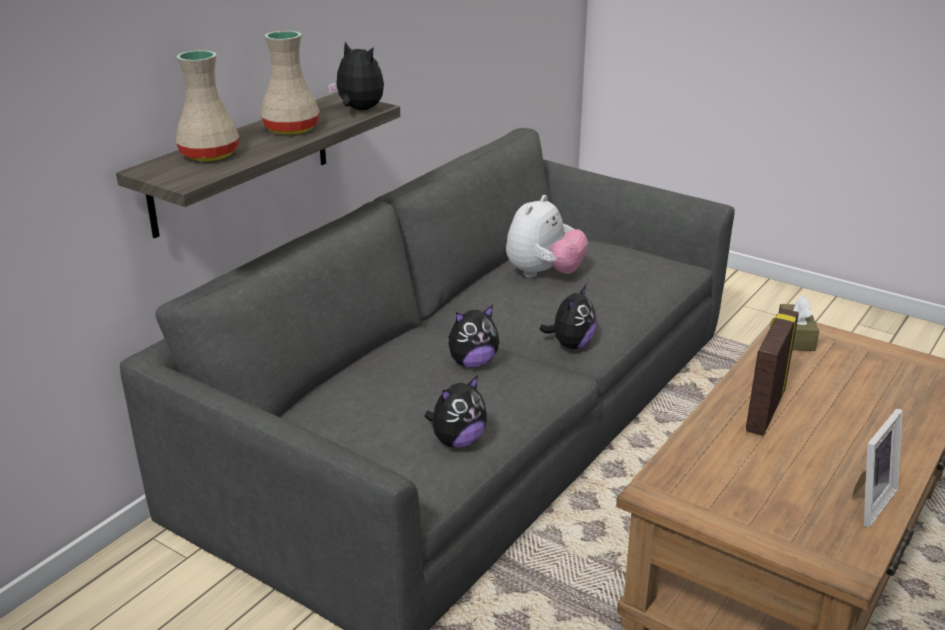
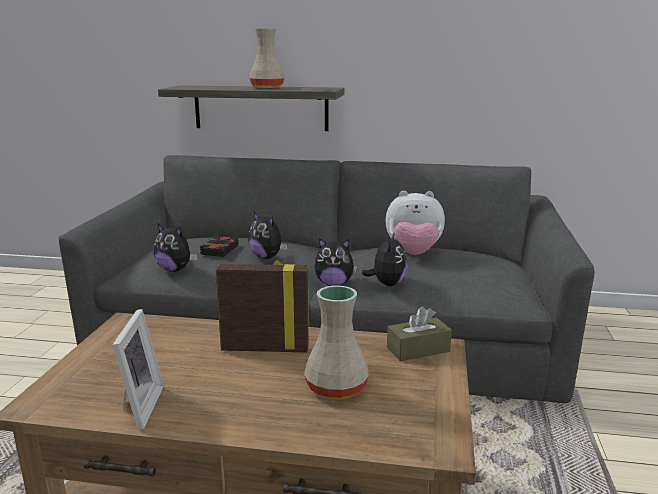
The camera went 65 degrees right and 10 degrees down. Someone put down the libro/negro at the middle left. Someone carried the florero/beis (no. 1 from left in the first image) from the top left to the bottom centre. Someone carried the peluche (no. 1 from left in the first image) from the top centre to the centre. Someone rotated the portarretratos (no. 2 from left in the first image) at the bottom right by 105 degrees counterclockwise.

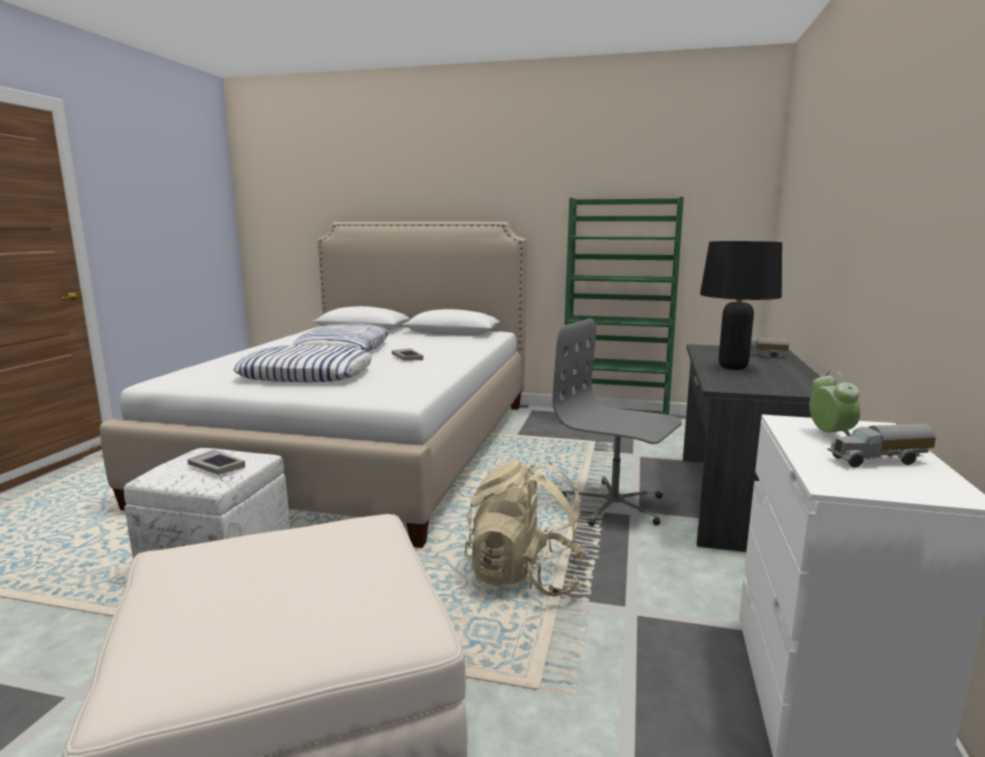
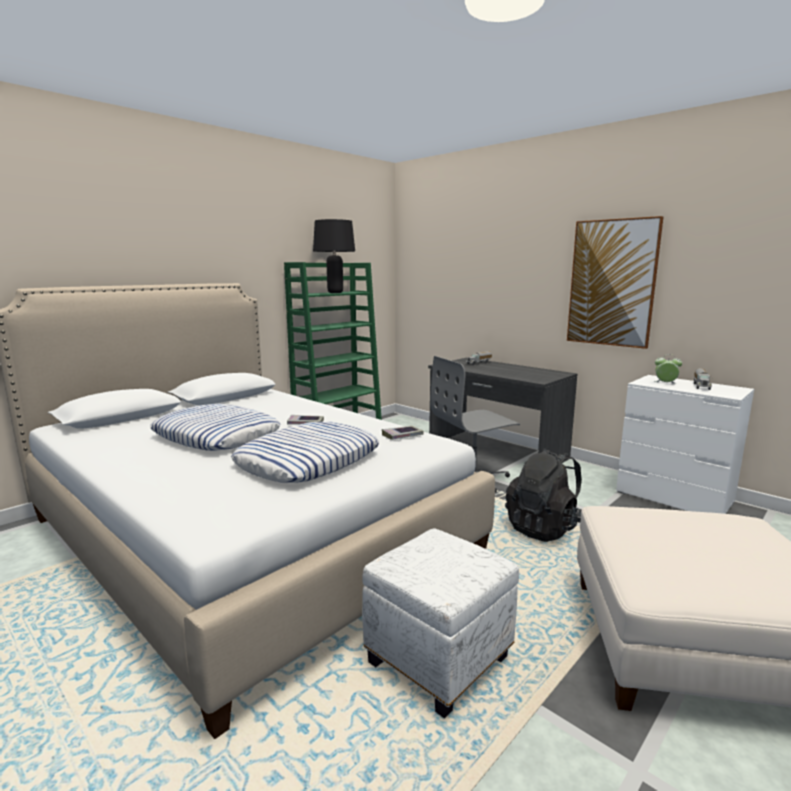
The camera went 60 degrees left and 0 degrees up. Someone put up the cuadro at the middle right. Someone carried the libro (no. 1 from left in the first image) from the middle left to the centre. Someone carried the lámpara de mesa/negro from the middle right to the top centre. Someone repainted the mochila/beis at the bottom centre, which became the mochila/negro at the middle right.

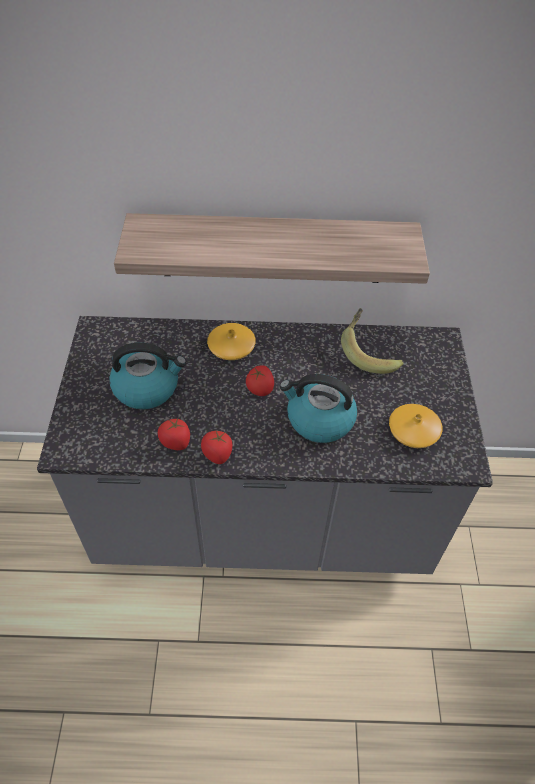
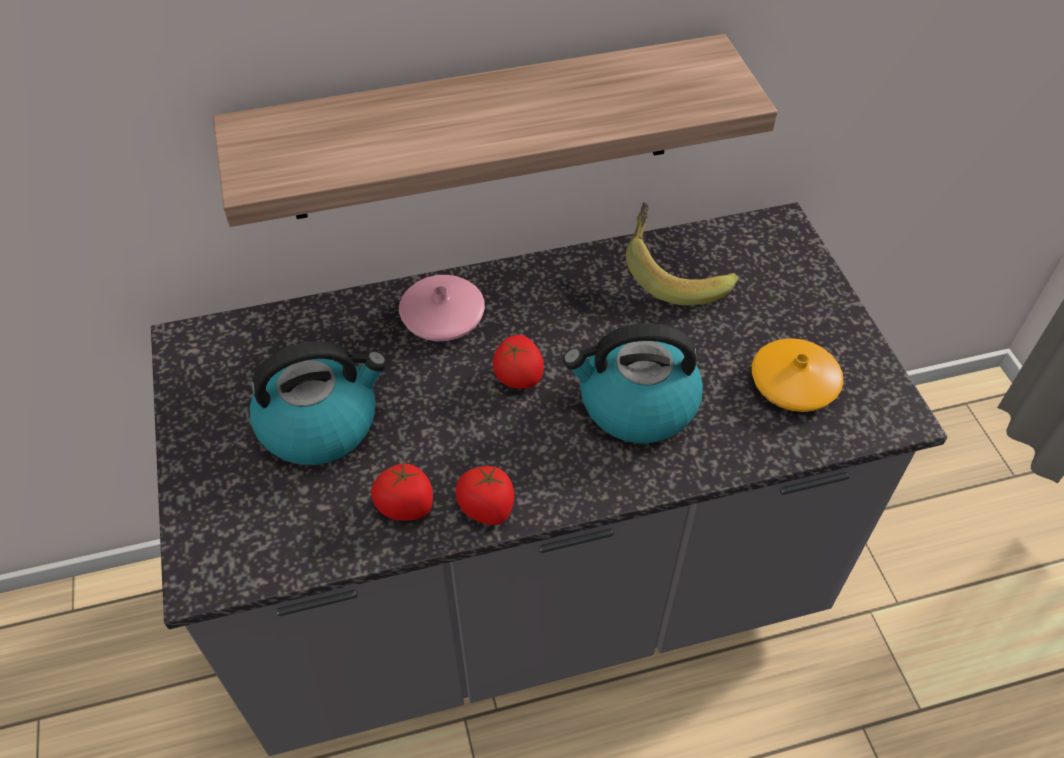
The camera went 15 degrees left and 0 degrees up. Someone repainted the florero/naranja (no. 1 from left) at the centre, which became the florero/rosa at the centre.

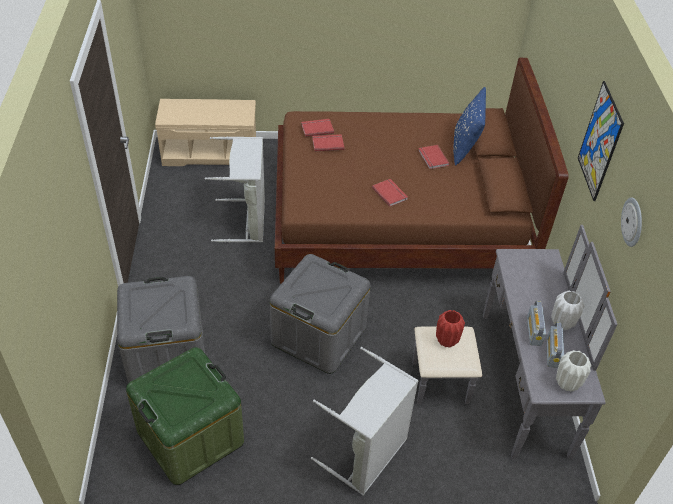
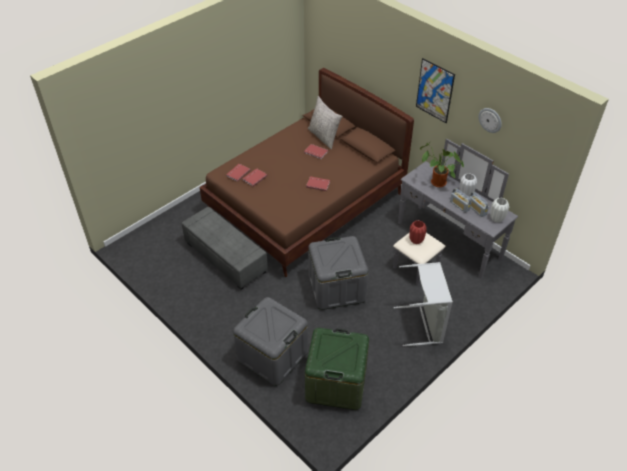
The camera went 40 degrees left and 0 degrees up. Someone took away the banco/beis at the top left. Someone put down the planta en maceta at the middle right. Someone swapped the cesto de la ropa/gris (no. 1 from left) at the centre for the puf/gris at the centre. Someone repainted the cojín/azul at the top right, which became the cojín/gris at the top centre.

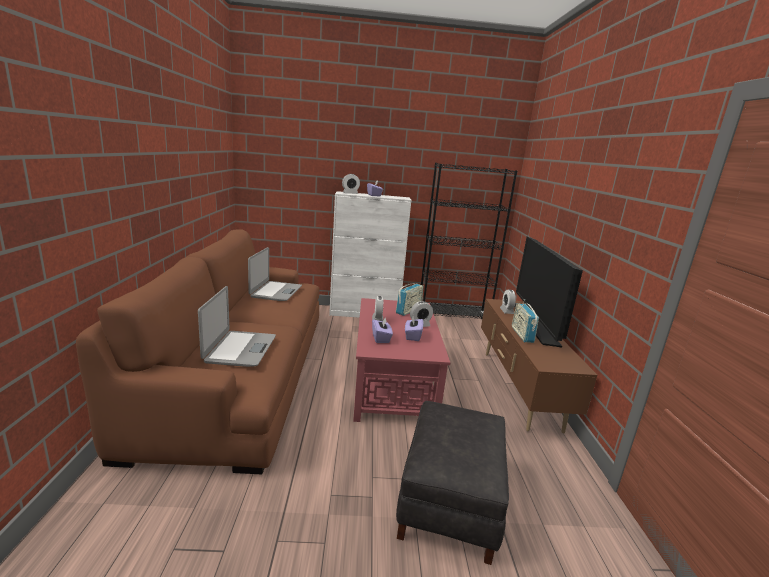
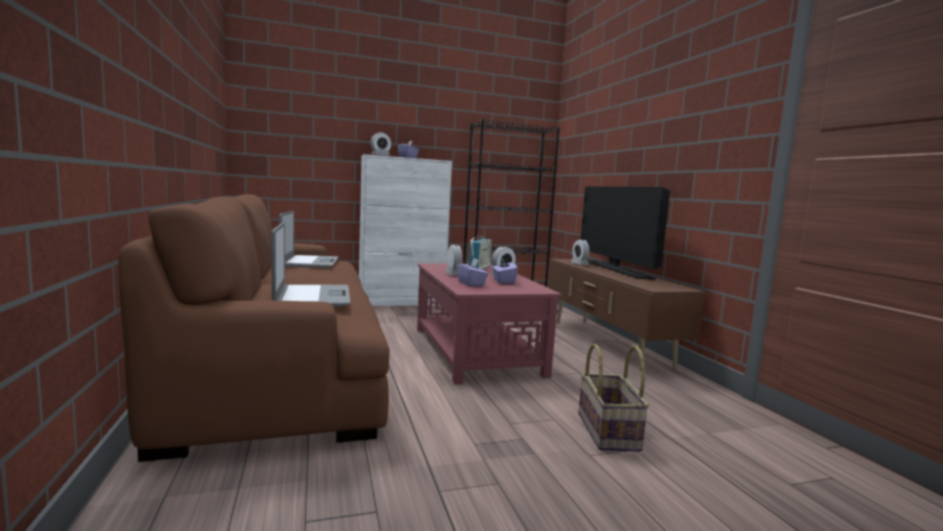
The camera went 15 degrees left and 10 degrees down. Someone took away the radio (no. 2 from left) at the middle right. Someone swapped the puf/negro at the bottom centre for the cesta at the bottom centre.

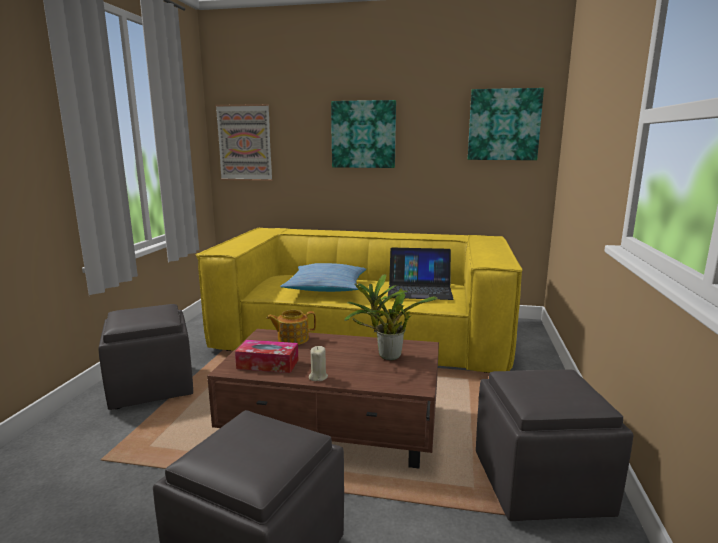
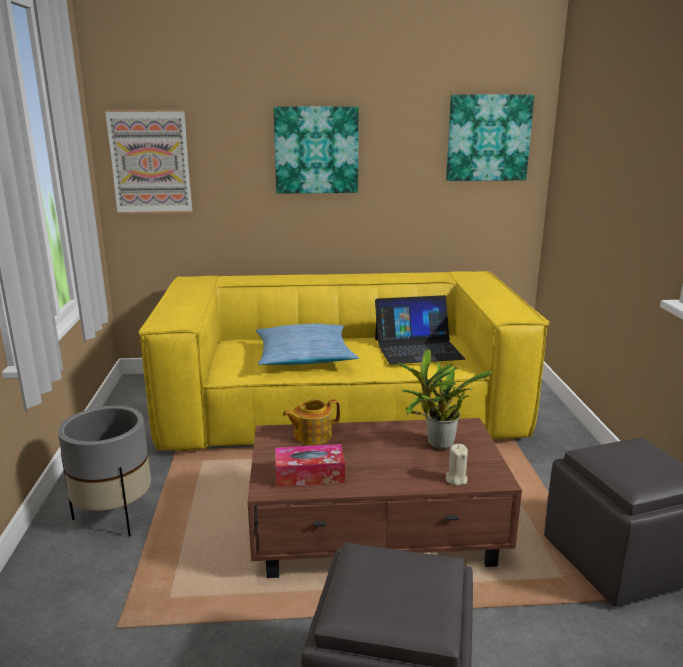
The camera went 15 degrees left and 5 degrees up. Someone carried the vela/beis from the bottom centre to the bottom right. Someone swapped the puf/gris (no. 1 from left) at the middle left for the maceta/gris at the bottom left.

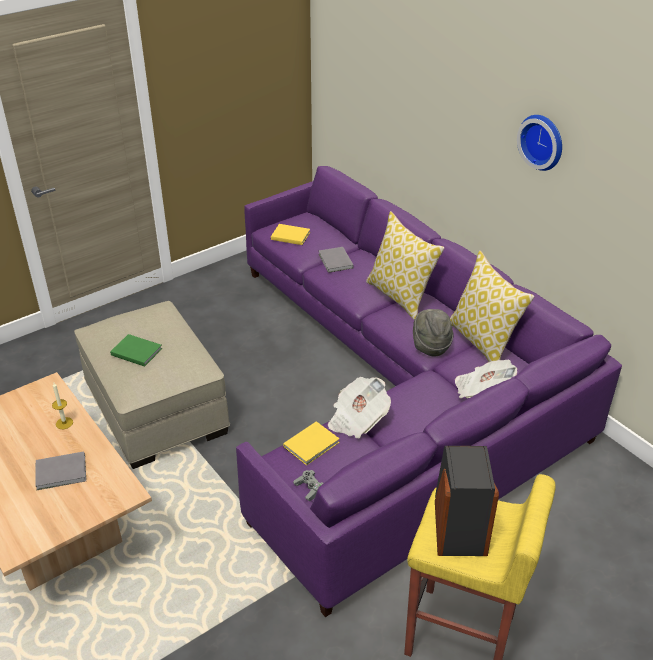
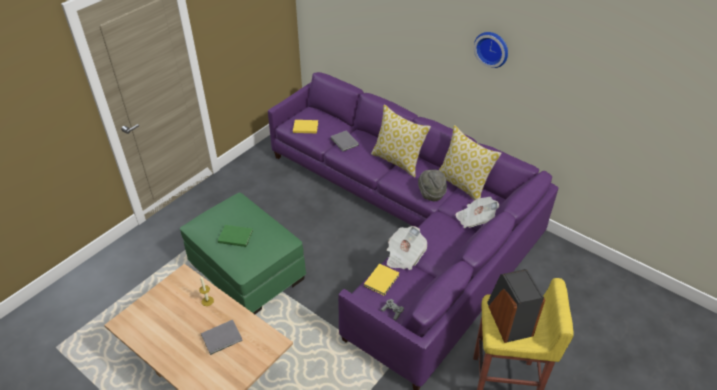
The camera went 15 degrees left and 5 degrees up. Someone repainted the puf/beis at the middle left, which became the puf/verde at the centre.

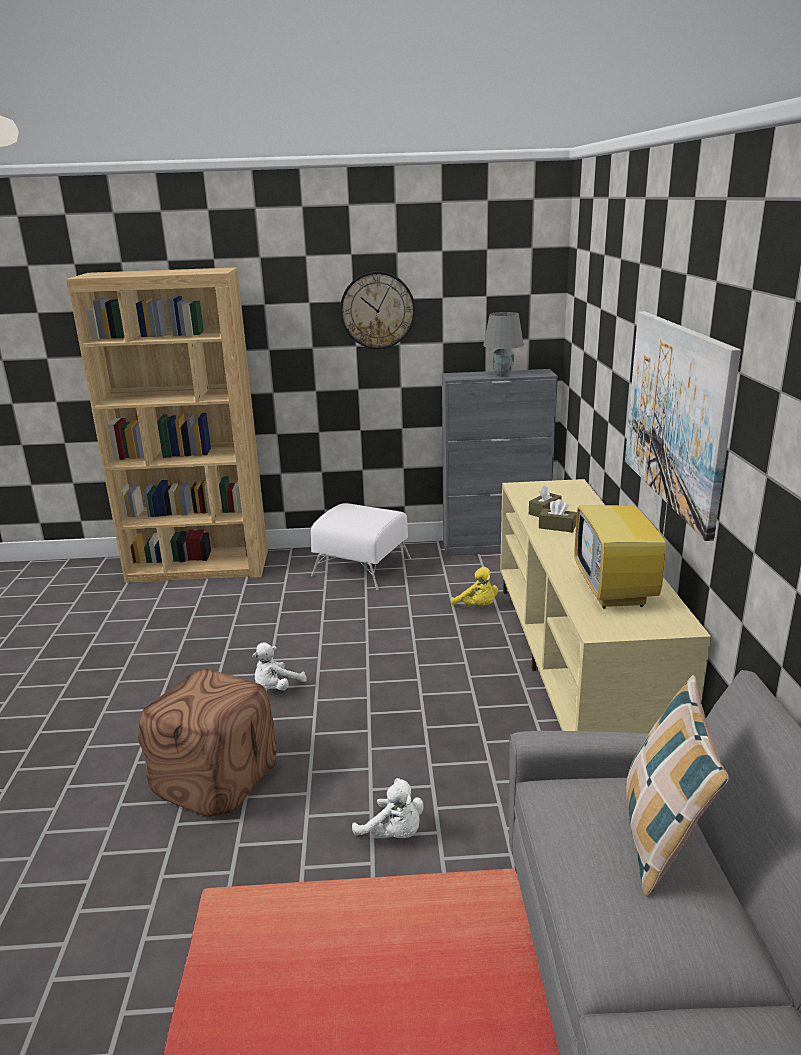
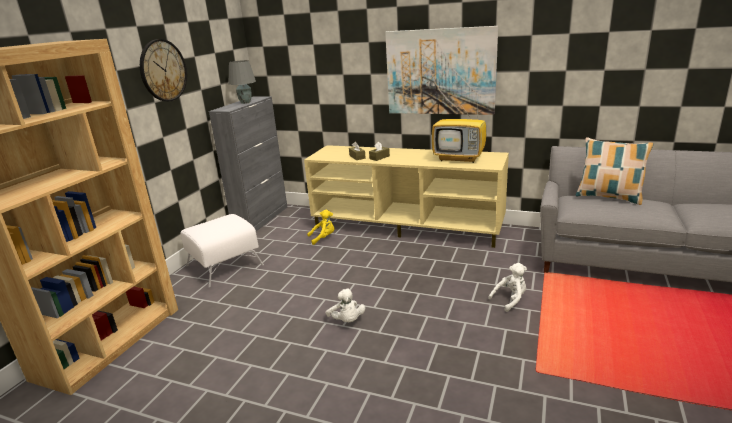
The camera went 65 degrees left and 0 degrees up. Someone took away the puf/marrón at the bottom left.

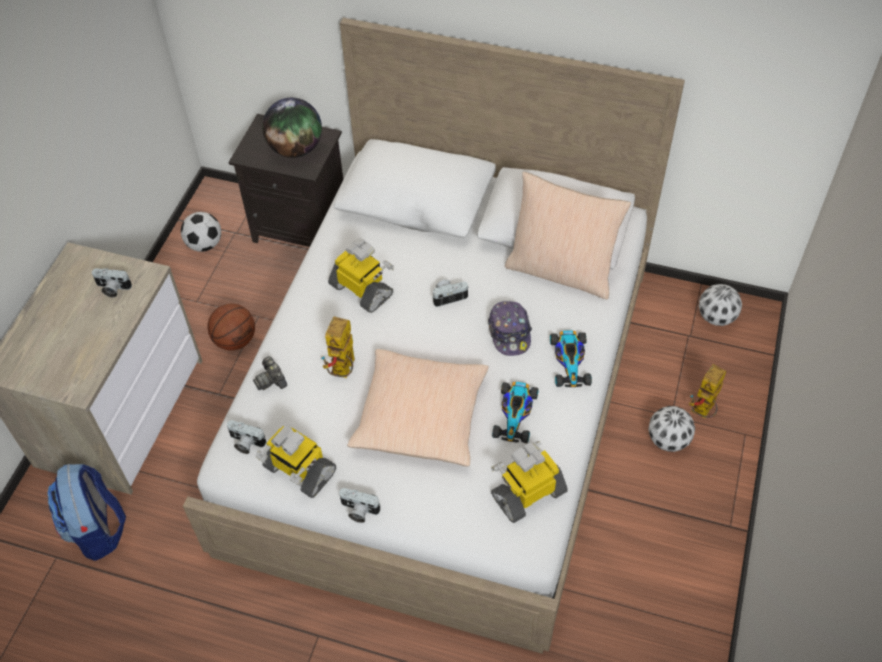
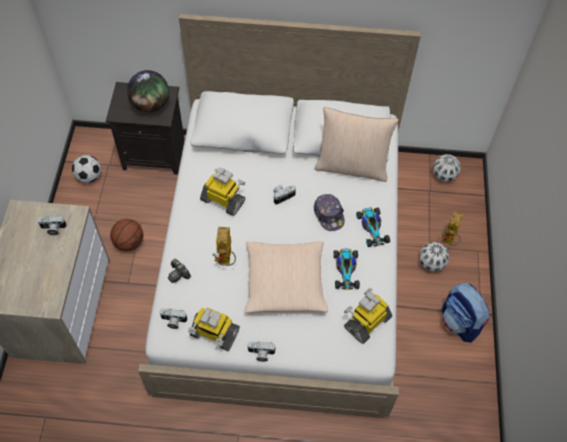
The camera went 15 degrees left and 5 degrees up. Someone carried the mochila from the bottom left to the bottom right.

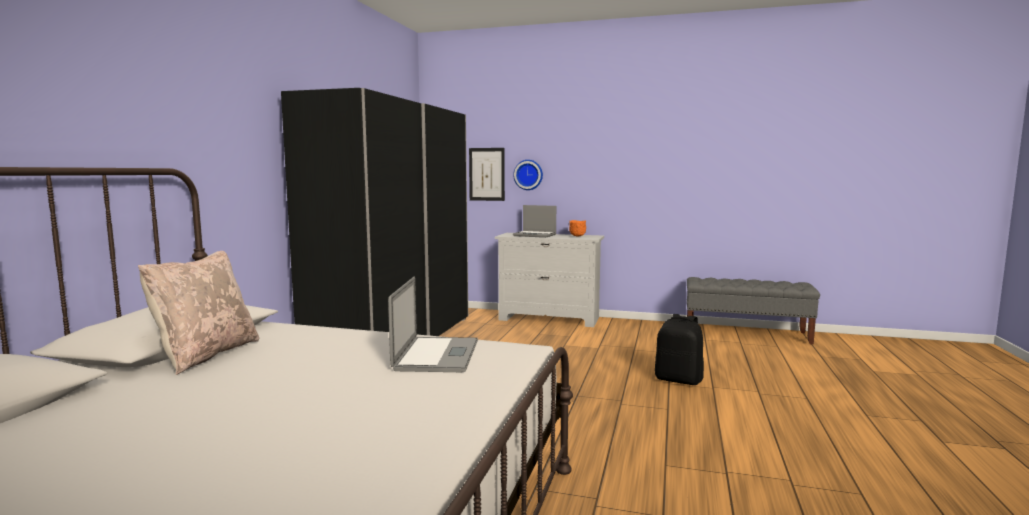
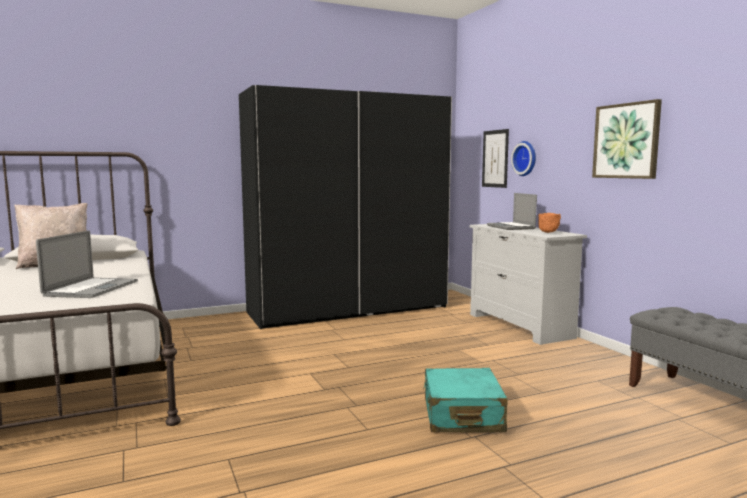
The camera went 50 degrees right and 0 degrees up. Someone put up the cuadro (no. 2 from left) at the top right. Someone swapped the mochila/negro at the bottom centre for the maleta/turquesa at the bottom centre. Someone rotated the portátil (no. 1 from left) at the centre by 45 degrees counterclockwise.

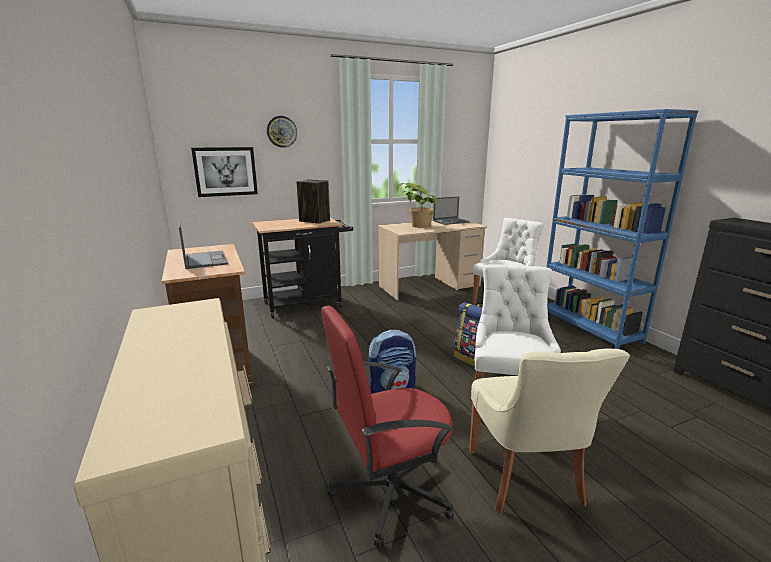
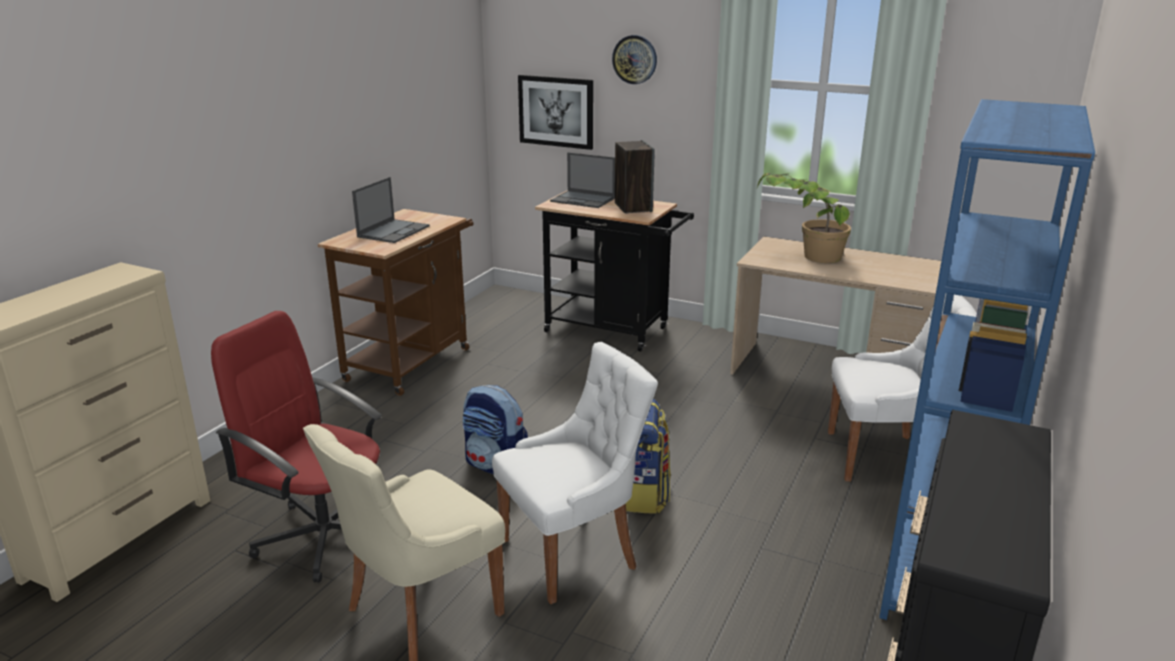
The camera went 50 degrees right and 5 degrees up. Someone carried the portátil (no. 2 from left) from the centre to the top centre.

